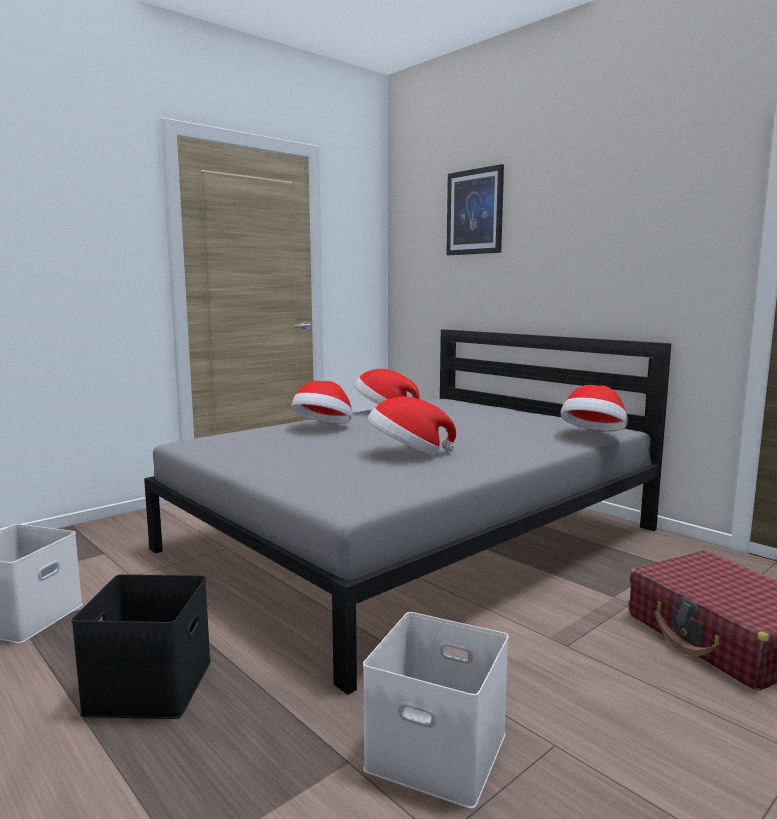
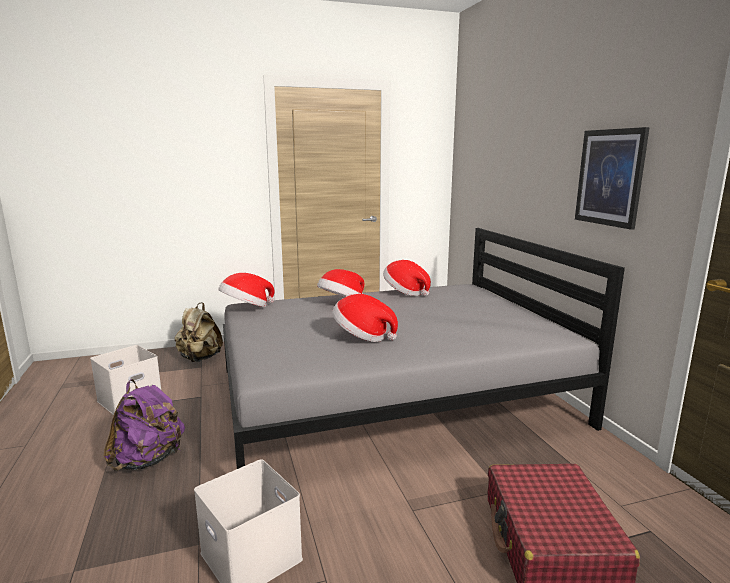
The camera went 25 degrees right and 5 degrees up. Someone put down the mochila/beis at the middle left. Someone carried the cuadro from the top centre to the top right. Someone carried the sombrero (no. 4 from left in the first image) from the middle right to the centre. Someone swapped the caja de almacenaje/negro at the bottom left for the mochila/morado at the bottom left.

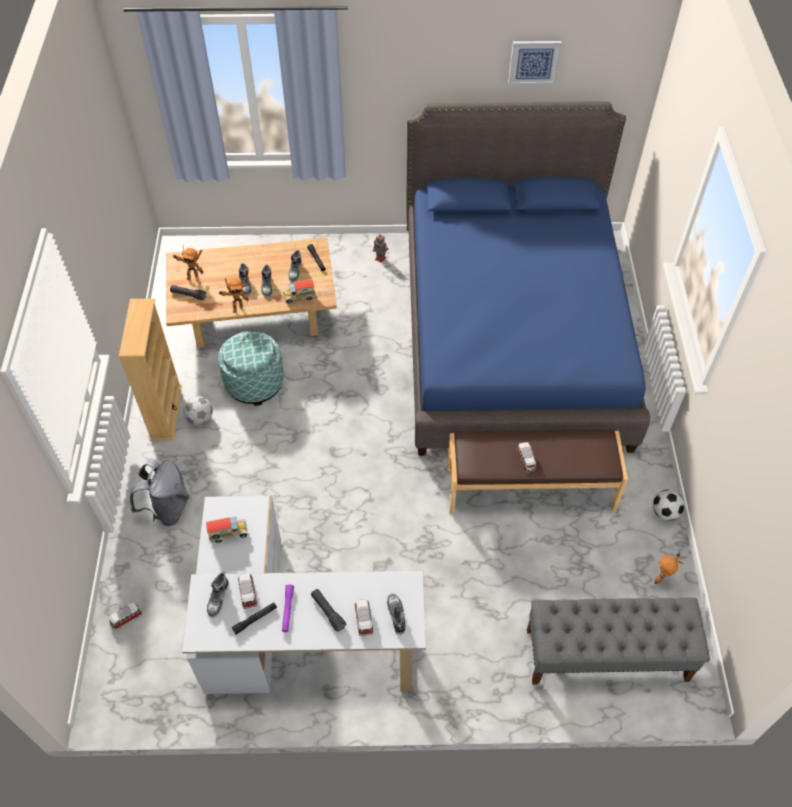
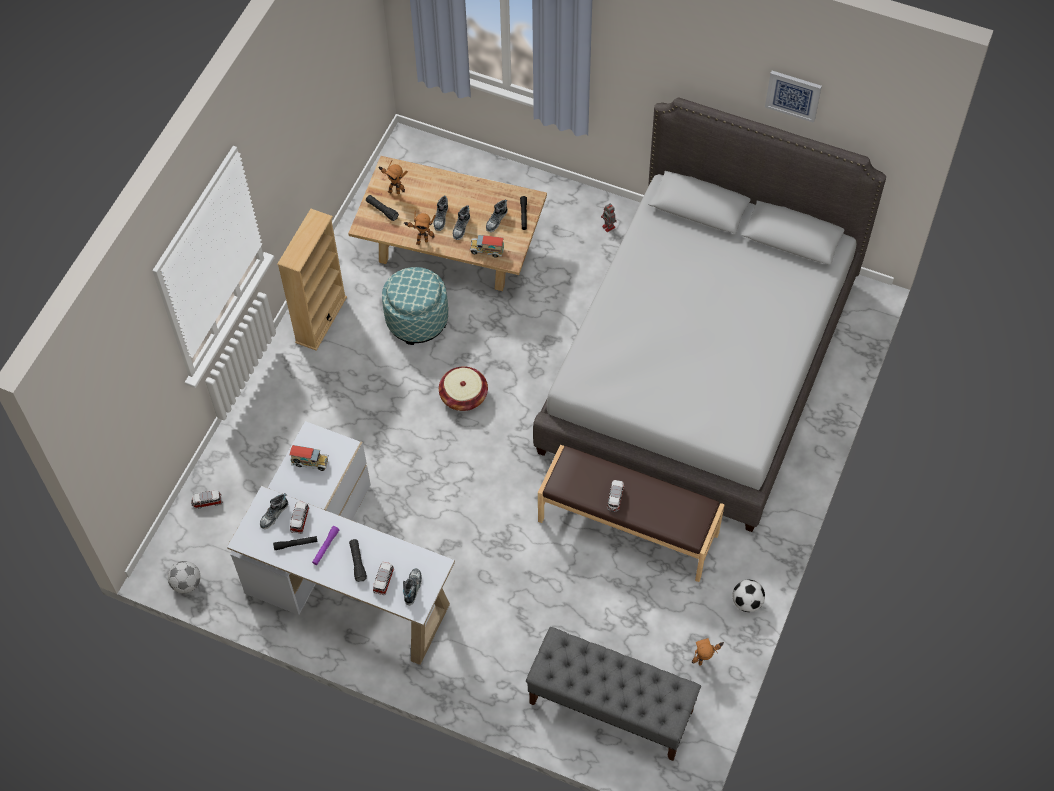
The camera went 25 degrees right and 5 degrees up. Someone took away the mochila/gris at the middle left. Someone put down the cesta at the centre. Someone carried the balón de fútbol (no. 1 from left) from the middle left to the bottom left. Someone repainted the cama/azul at the middle right, which became the cama/gris at the middle right.

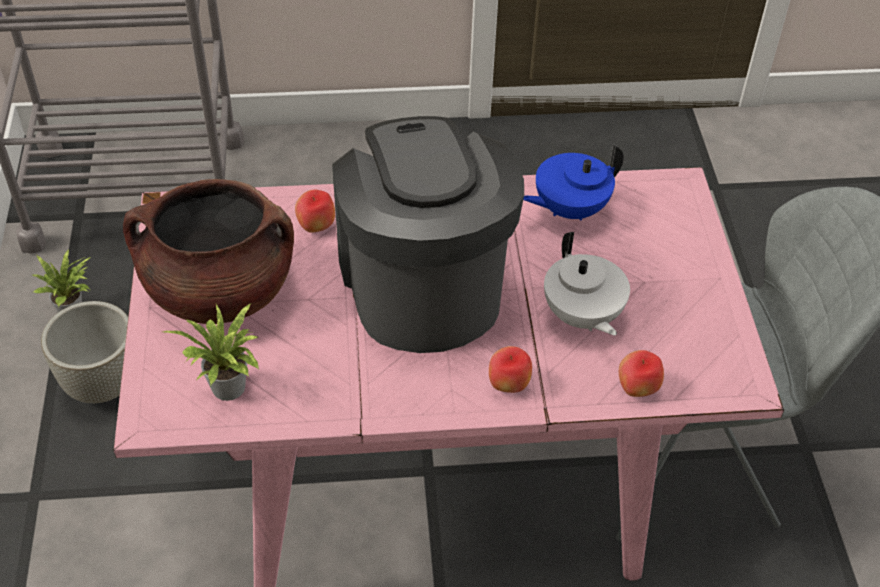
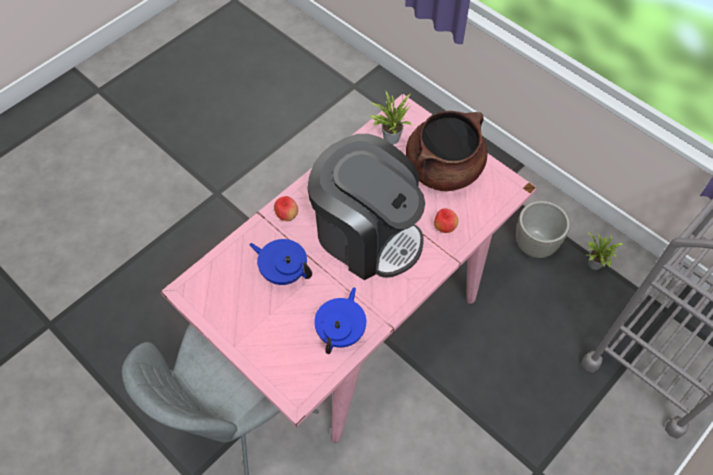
The camera went 140 degrees right and 10 degrees up. Someone took away the manzana (no. 3 from left) at the middle right. Someone repainted the tetera/blanco at the middle right, which became the tetera/azul (no. 1 from left) at the centre.

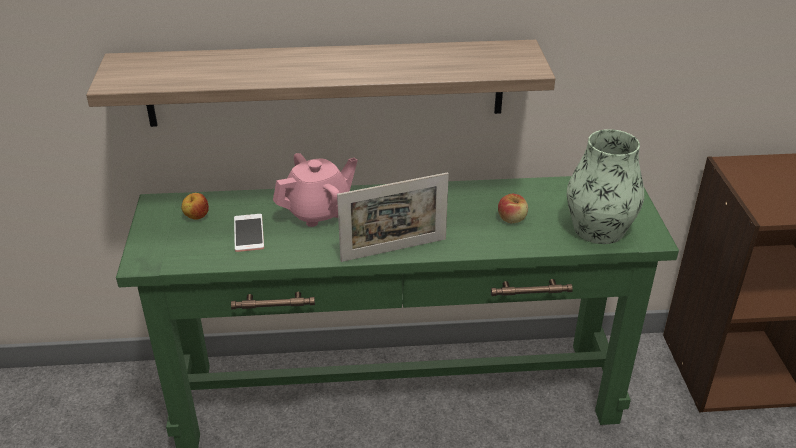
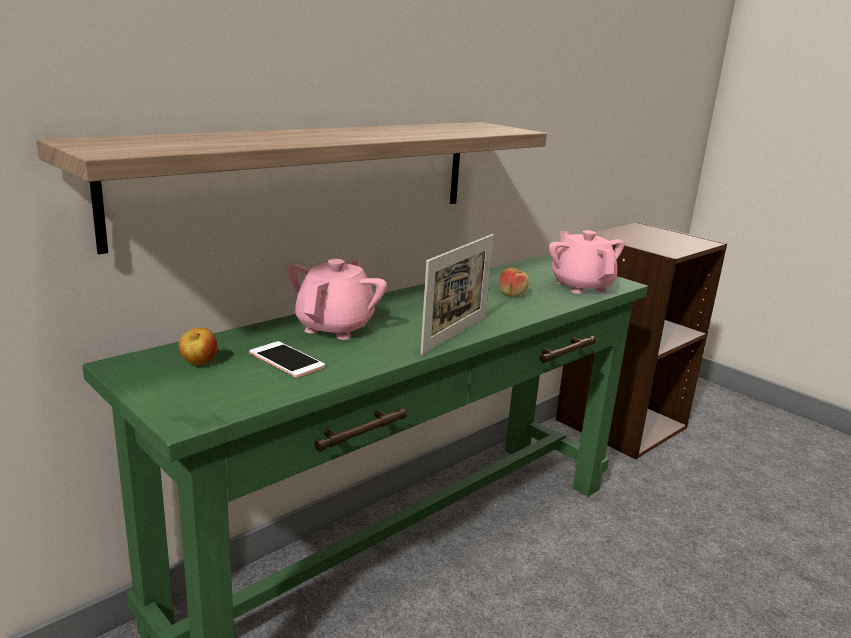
The camera went 40 degrees left and 15 degrees down. Someone swapped the florero at the middle right for the tetera/rosa (no. 2 from left) at the middle right.

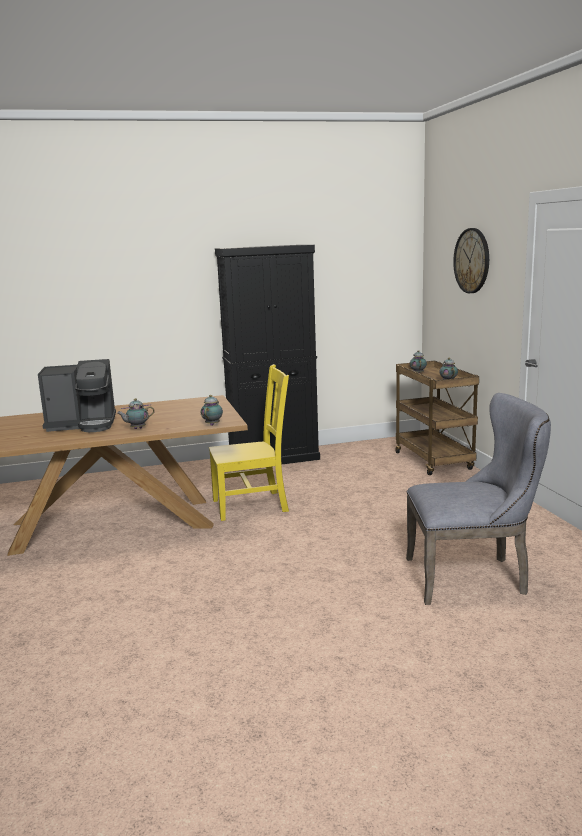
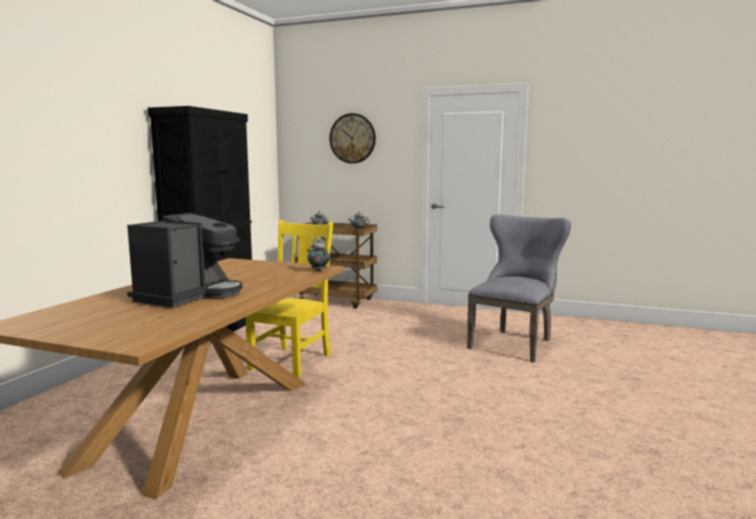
The camera went 55 degrees left and 5 degrees down. Someone took away the tetera (no. 1 from left) at the middle left.

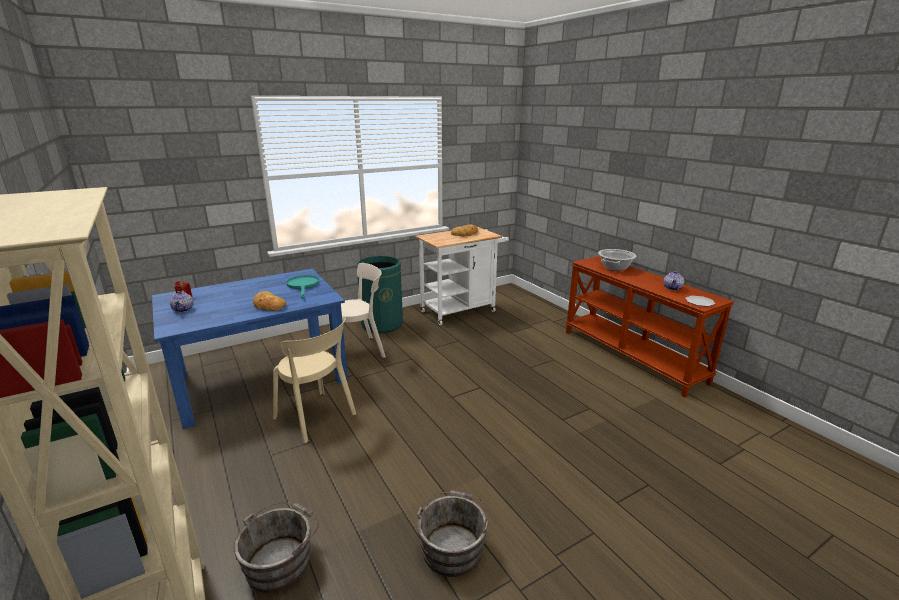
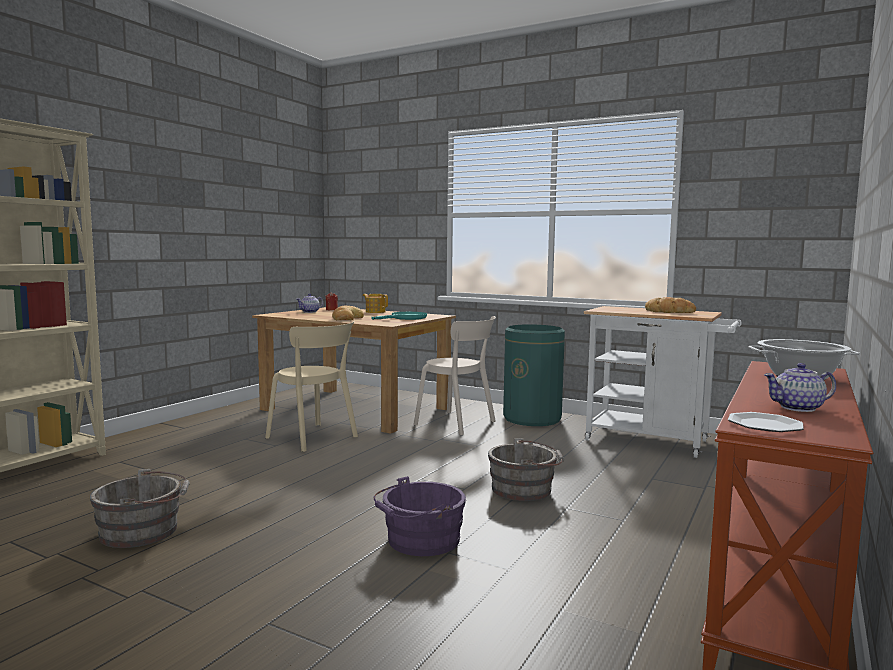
The camera went 60 degrees right and 15 degrees down. Someone put down the tetera (no. 2 from left) at the centre. Someone put down the cubo/morado at the bottom centre. Someone carried the cubo/gris (no. 1 from left in the first image) from the bottom left to the bottom centre. Someone repainted the mesa de comedor/azul at the middle left, which became the mesa de comedor/marrón at the centre. Someone rotated the silla/beis (no. 1 from left) at the centre by 60 degrees counterclockwise.

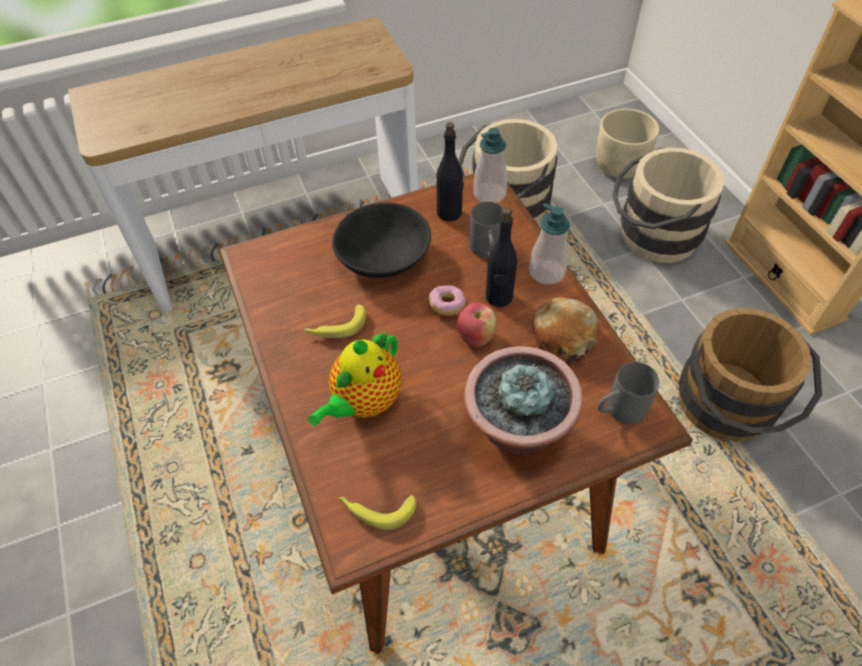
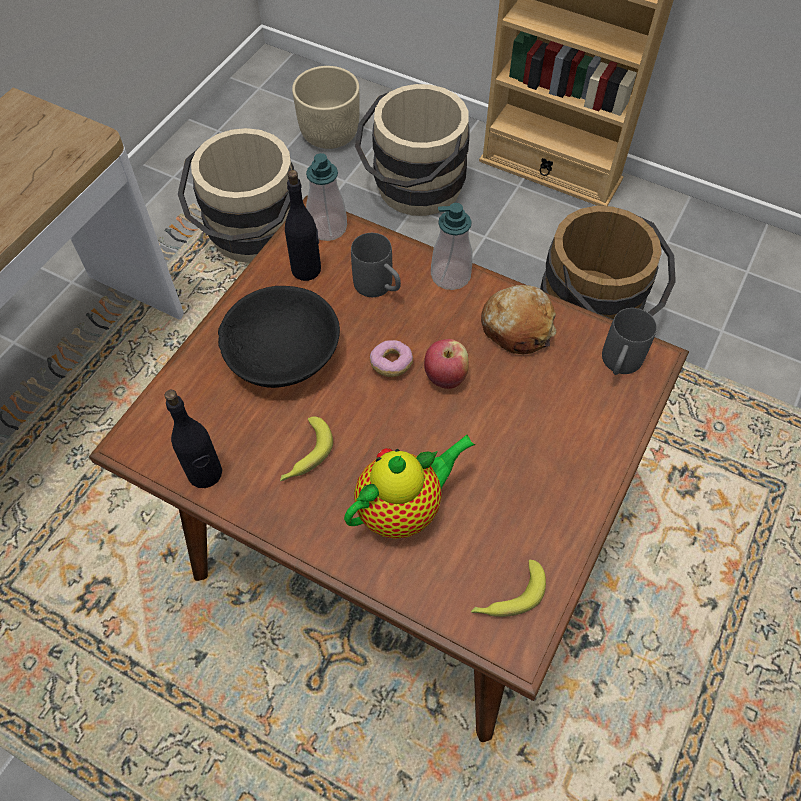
The camera went 40 degrees left and 5 degrees up. Someone took away the planta en maceta at the centre. Someone carried the botella/negro (no. 2 from left in the first image) from the centre to the middle left. Someone rotated the tetera at the centre by 120 degrees counterclockwise.

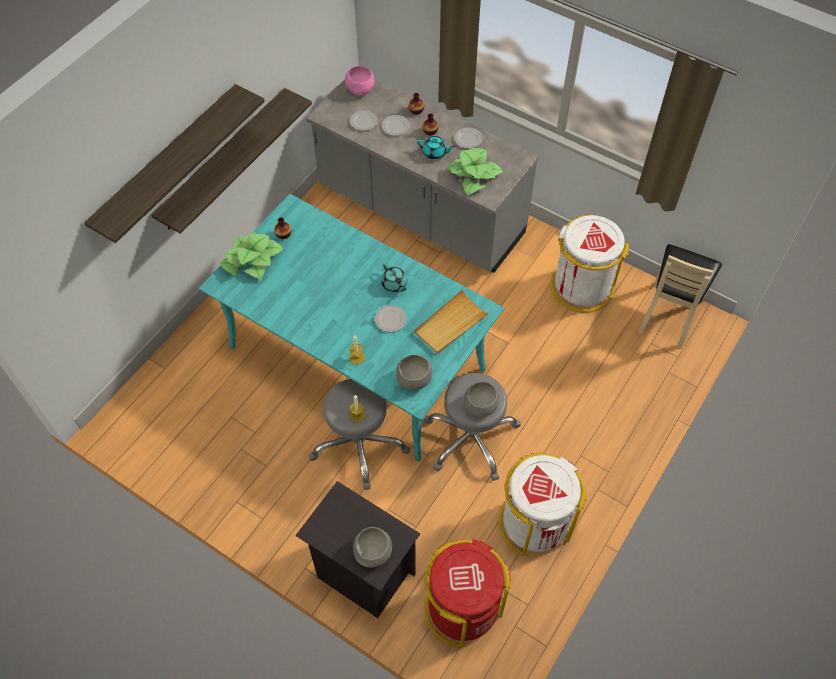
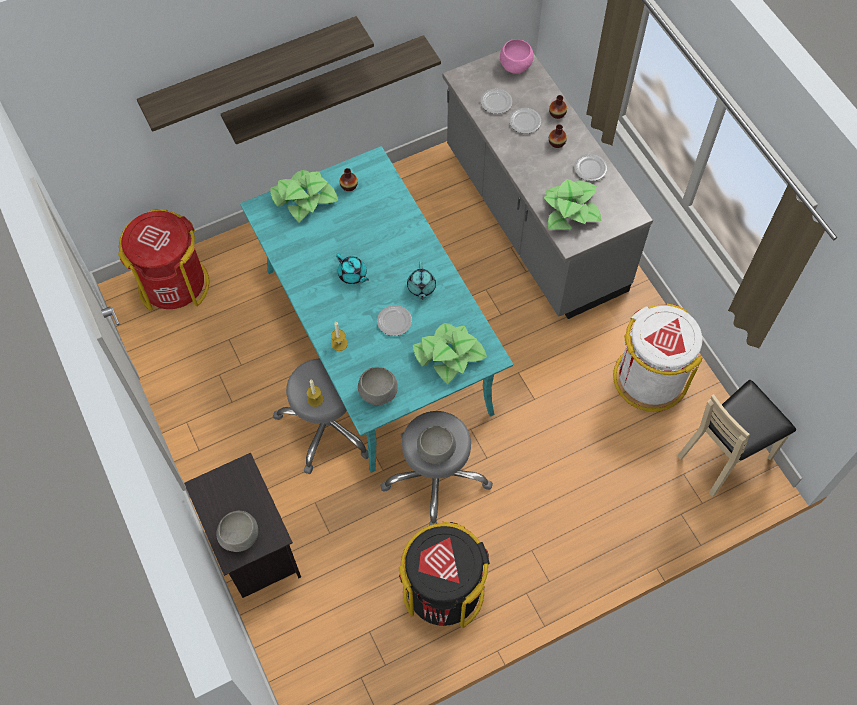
The camera went 30 degrees right and 5 degrees up. Someone carried the tetera/turquesa (no. 2 from left in the first image) from the top centre to the centre. Someone carried the papelera/rojo from the bottom centre to the middle left. Someone swapped the bandeja/beis at the centre for the planta en maceta (no. 2 from left) at the centre. Someone repainted the papelera/blanco (no. 1 from left) at the bottom centre, which became the papelera/negro at the bottom centre.

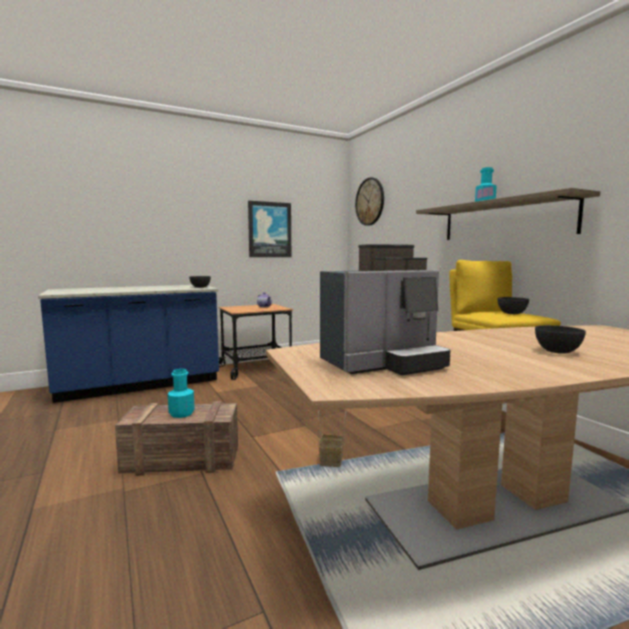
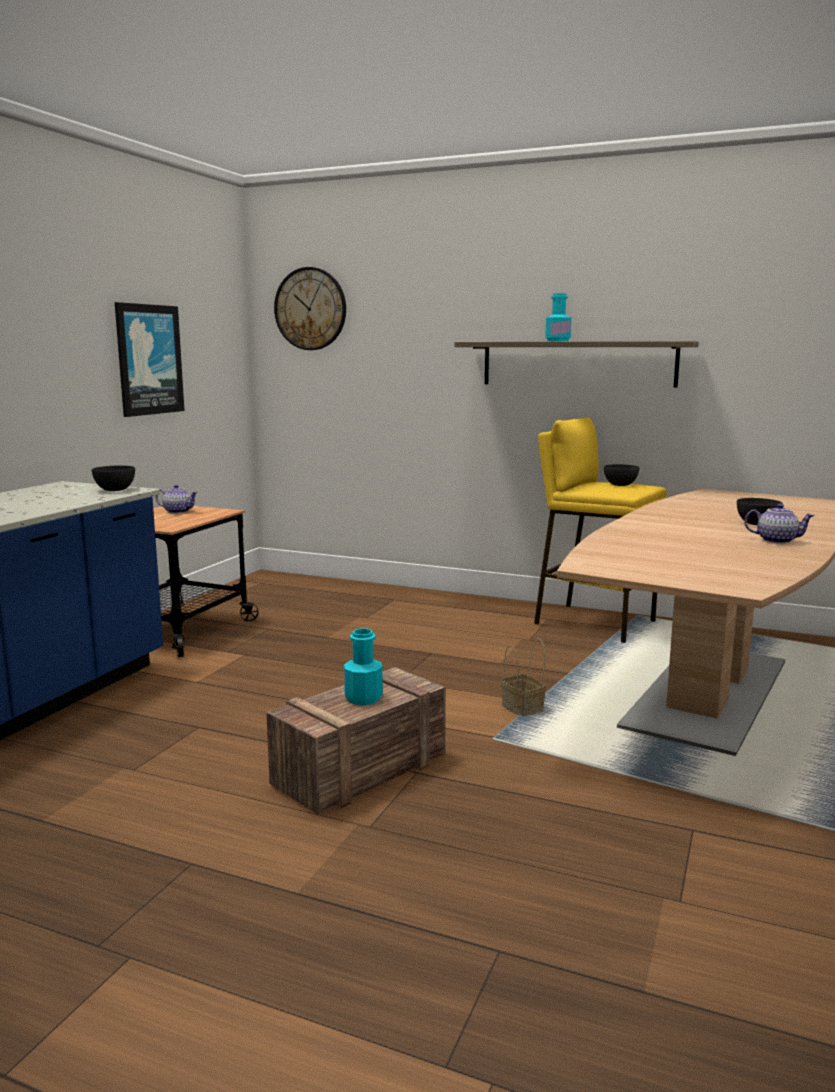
The camera went 40 degrees left and 5 degrees up. Someone took away the cafetera at the centre. Someone put down the tetera (no. 2 from left) at the middle right.

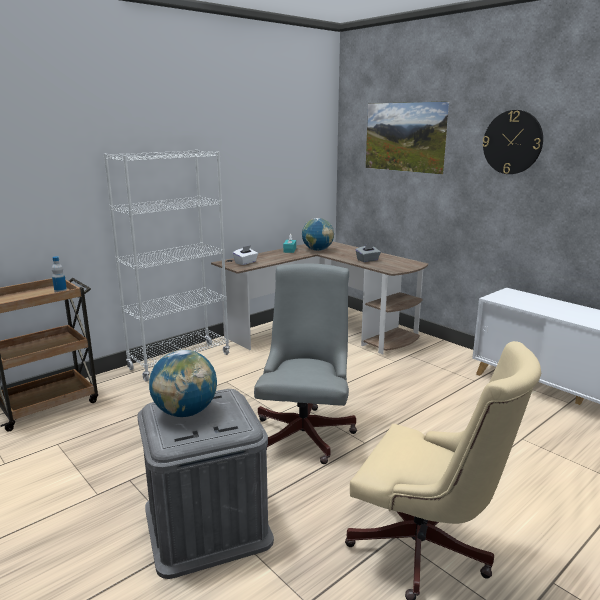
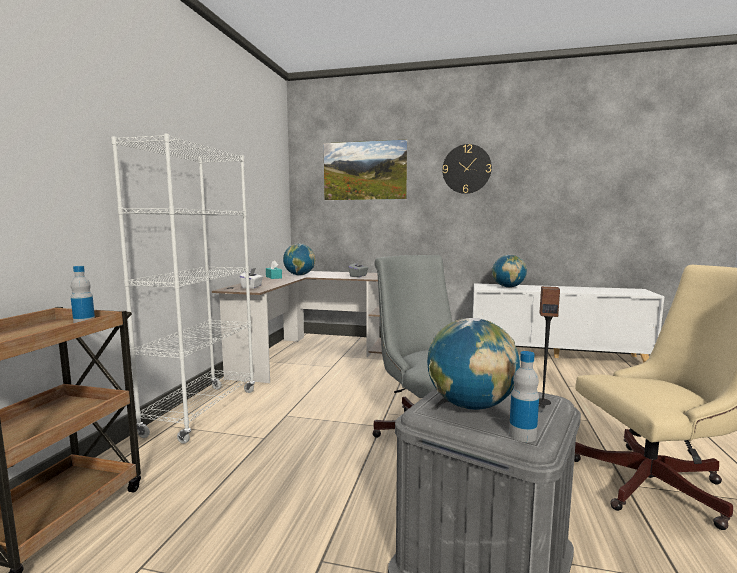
The camera went 35 degrees left and 10 degrees down. Someone put down the globo terráqueo (no. 3 from left) at the middle right. Someone put down the botella (no. 2 from left) at the bottom right. Someone put down the altavoz at the middle right.

